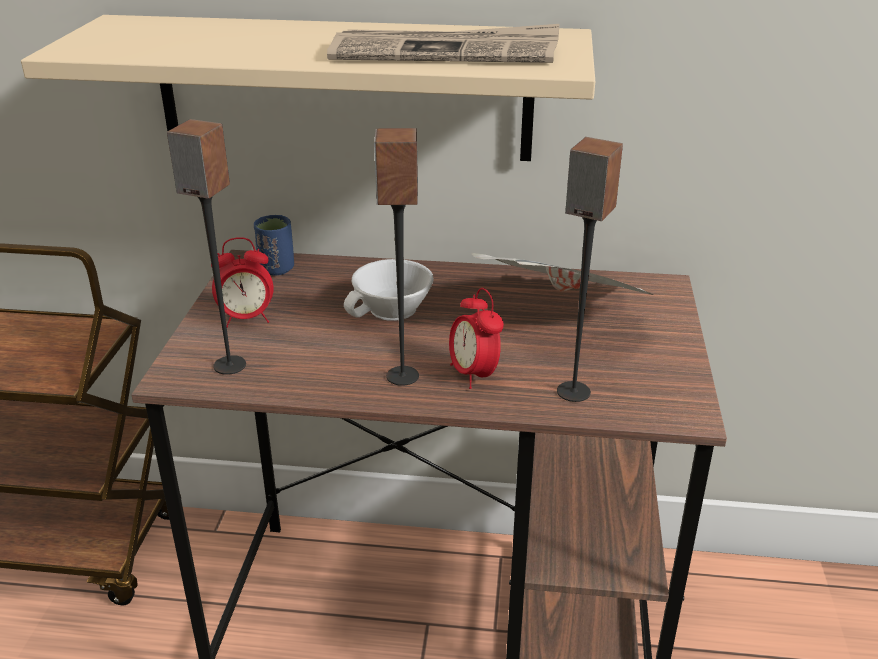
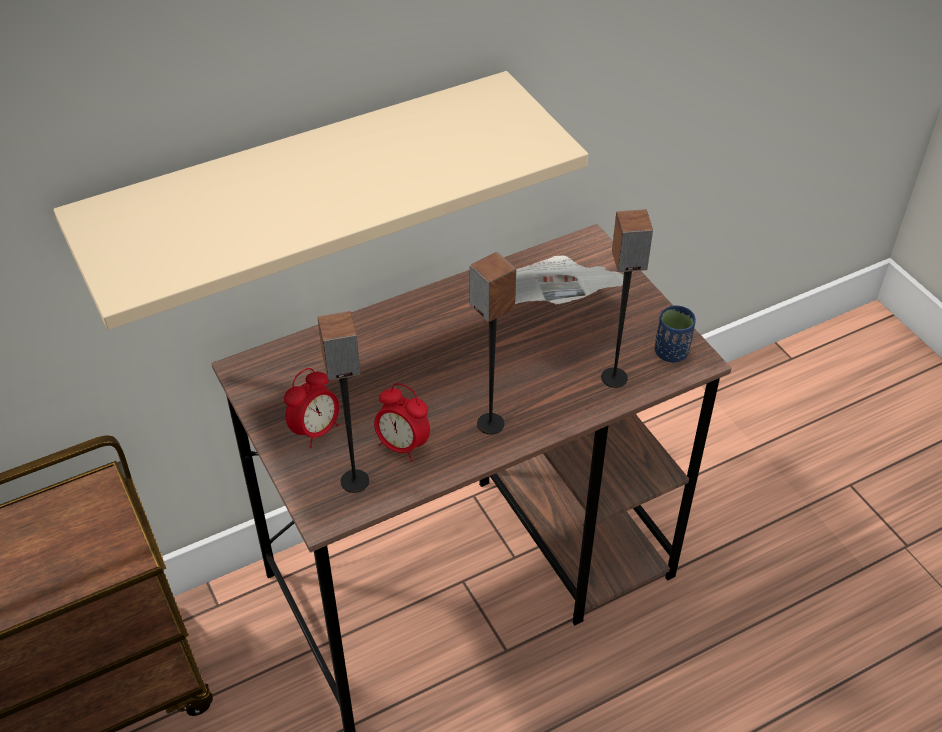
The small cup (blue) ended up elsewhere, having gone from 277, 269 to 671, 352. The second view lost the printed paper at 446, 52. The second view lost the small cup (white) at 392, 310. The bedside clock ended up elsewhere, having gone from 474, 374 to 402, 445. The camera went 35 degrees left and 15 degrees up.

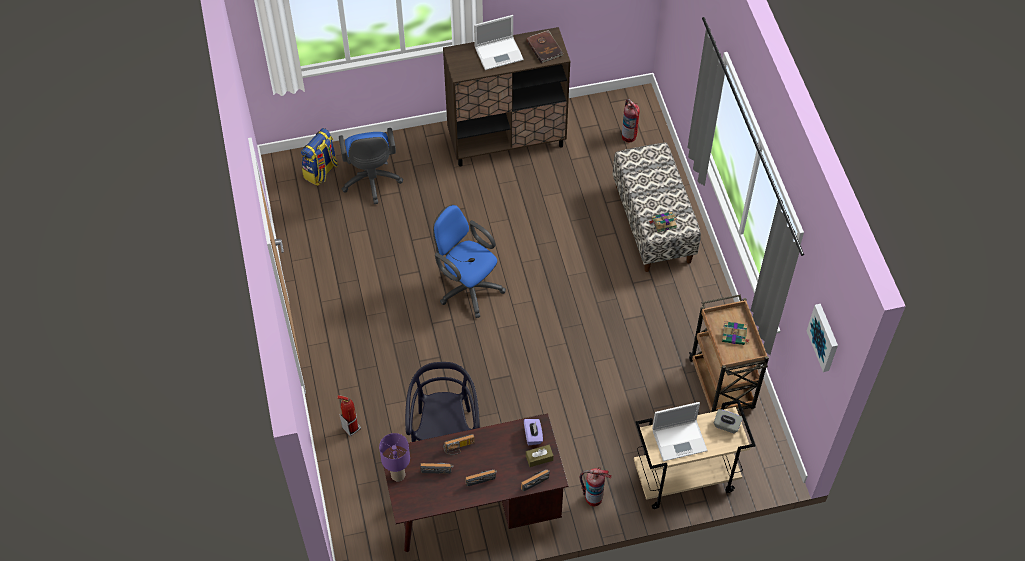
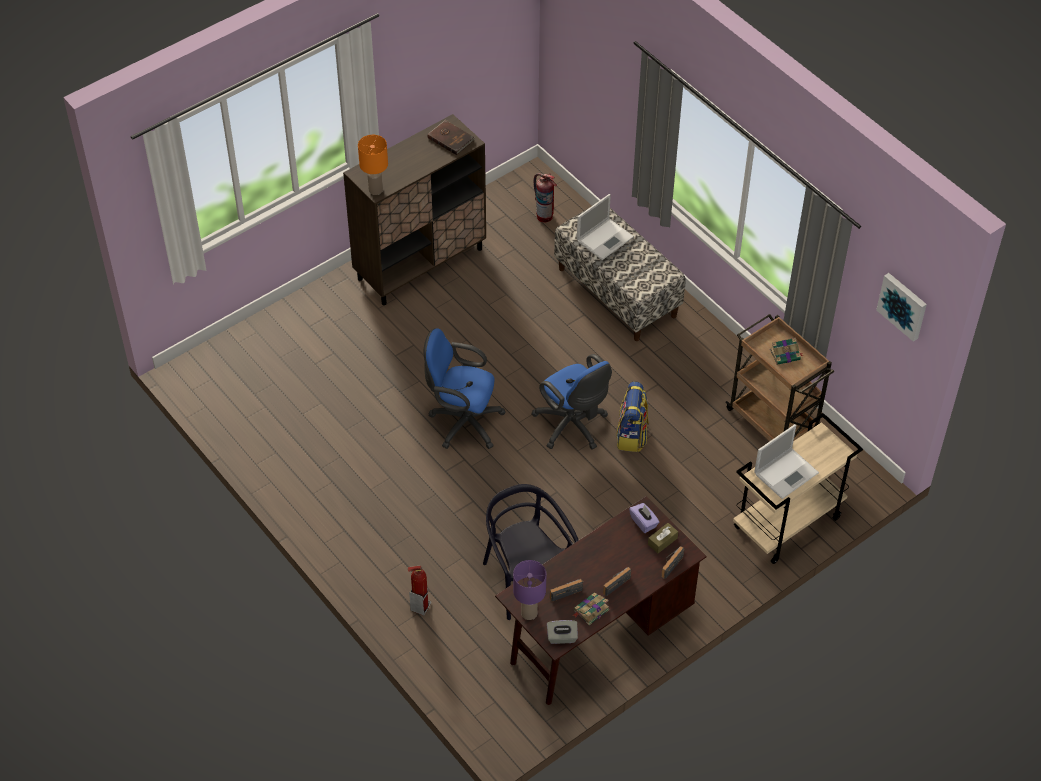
The rucksack ended up elsewhere, having gone from 321, 172 to 632, 435. The office chair (blue) ended up elsewhere, having gone from 371, 182 to 573, 427. The second view lost the radio set at 459, 448. The portable computer ended up elsewhere, having gone from 499, 53 to 605, 238. The second view lost the fire-fighting cylinder at 593, 498. The book ended up elsewhere, having gone from 663, 223 to 590, 610. The tissue box (gray) ended up elsewhere, having gone from 726, 425 to 562, 637. The second view gained the table lamp (orange) at 376, 189. The camera went 25 degrees left and 5 degrees down.

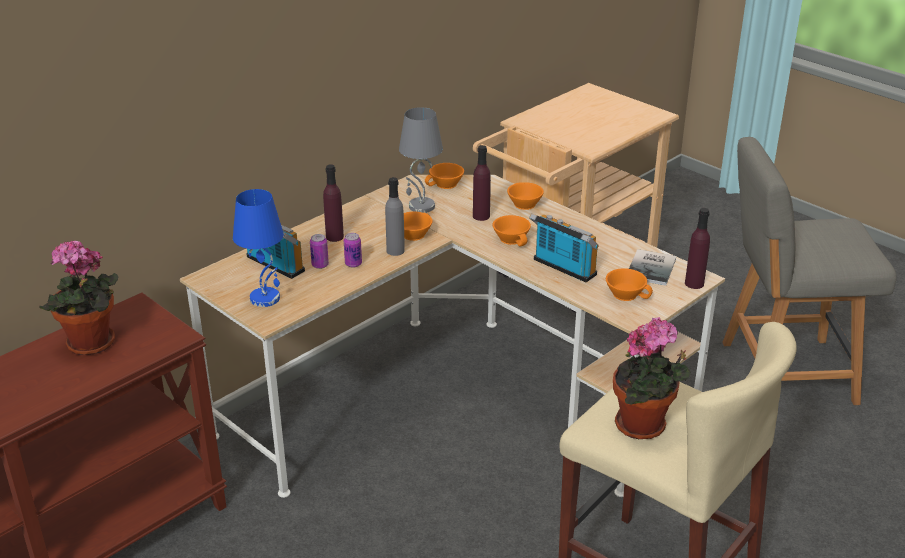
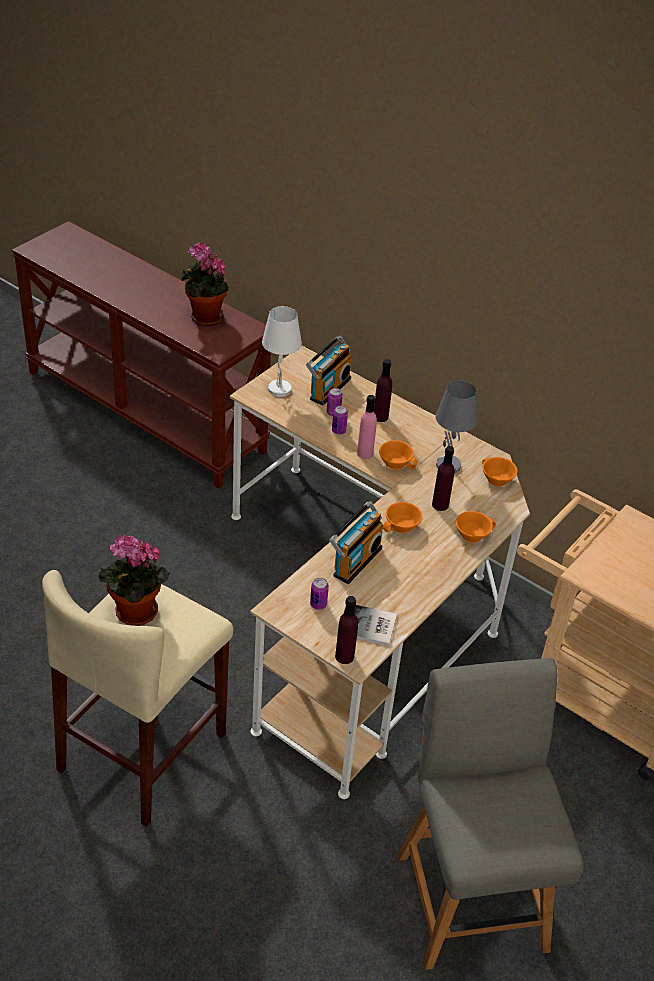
What was the table lamp (blue) at 266, 298 turned into the table lamp (white) at 280, 390. What was the beverage bottle (gray) at 395, 251 turned into the beverage bottle (pink) at 365, 453. Where the small cup (orange) stood at 626, 294, the metal can came to stand at 318, 604. The camera went 80 degrees right and 10 degrees up.

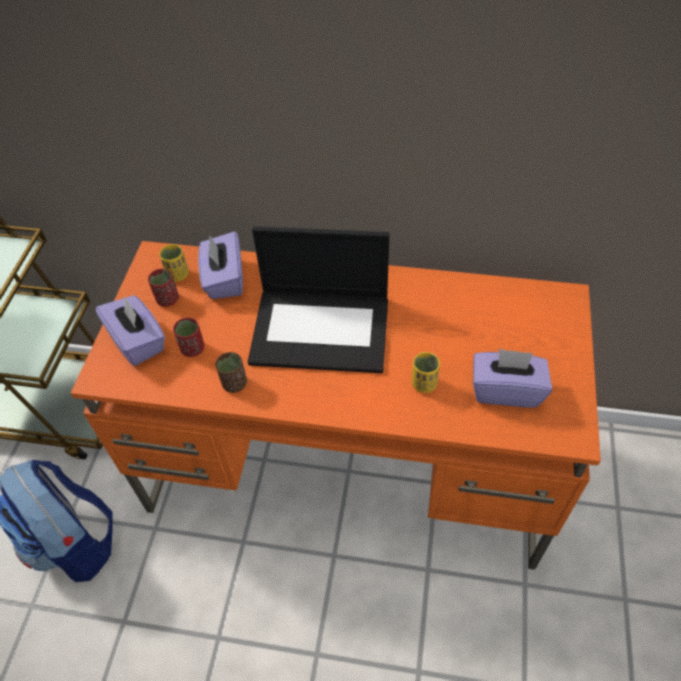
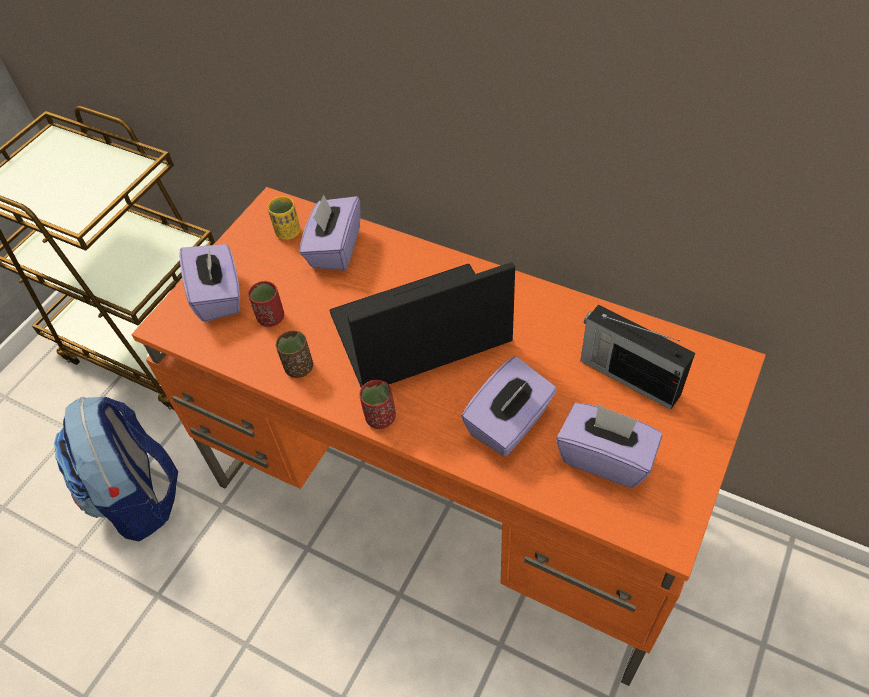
The small cup (red-coloured) ended up elsewhere, having gone from 167, 299 to 380, 417. The portable computer at 322, 329 ended up facing another way, 135 degrees clockwise from before. Where the small cup (yellowish) stood at 424, 384, the tissue box (purple-coloured) came to stand at 509, 423. The second view gained the radio set at 628, 376. The camera went 20 degrees right and 0 degrees up.

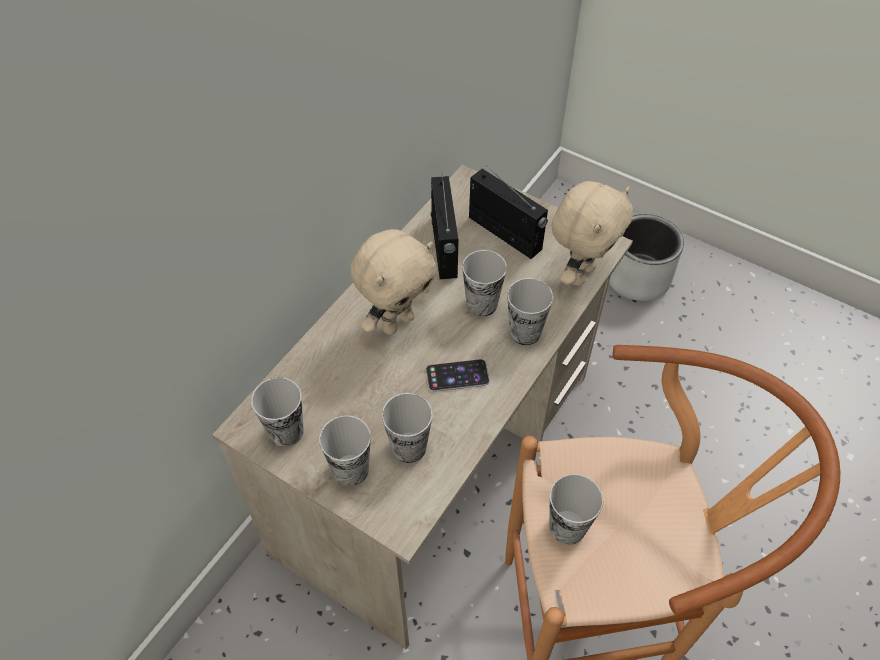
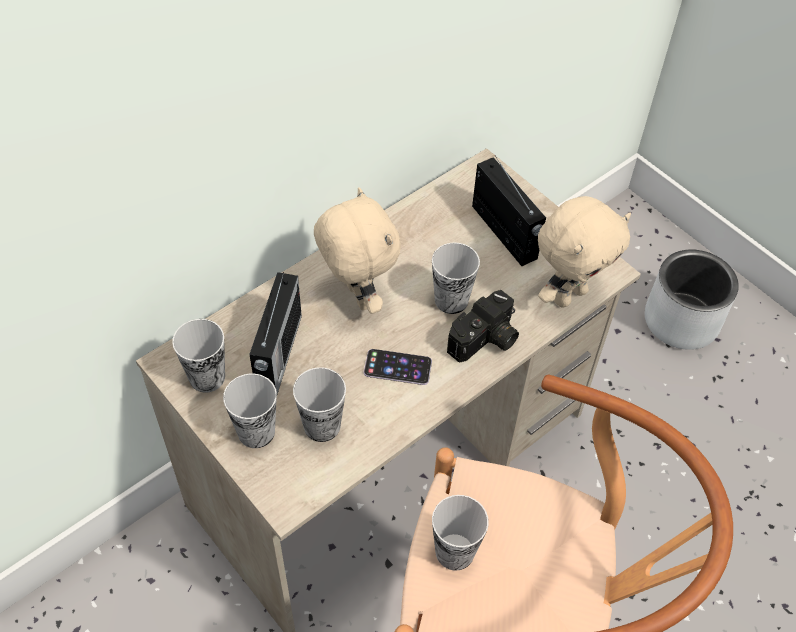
The plush toy (beige) at 397, 322 ended up facing another way, 90 degrees counterclockwise from before. The radio set ended up elsewhere, having gone from 443, 248 to 278, 355. Where the small cup stood at 525, 332, the still camera came to stand at 485, 341. The camera went 15 degrees right and 0 degrees up.

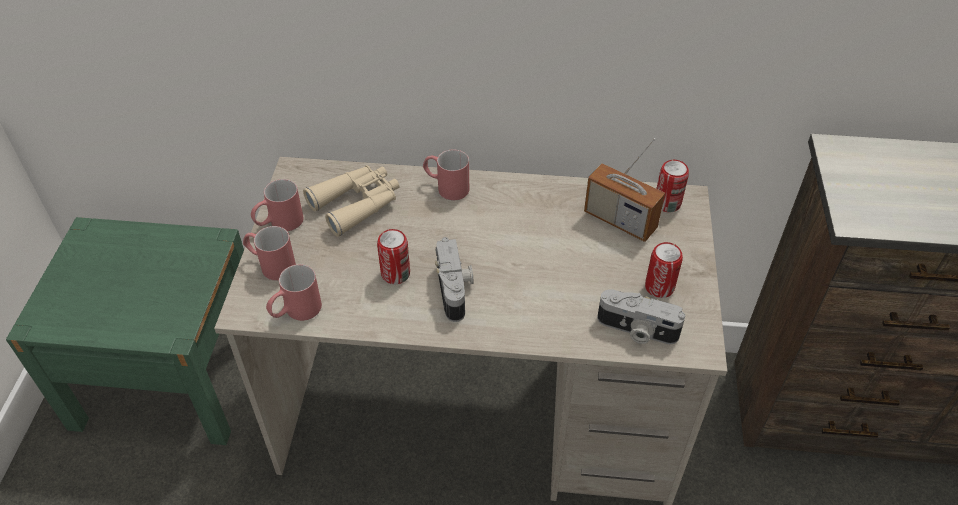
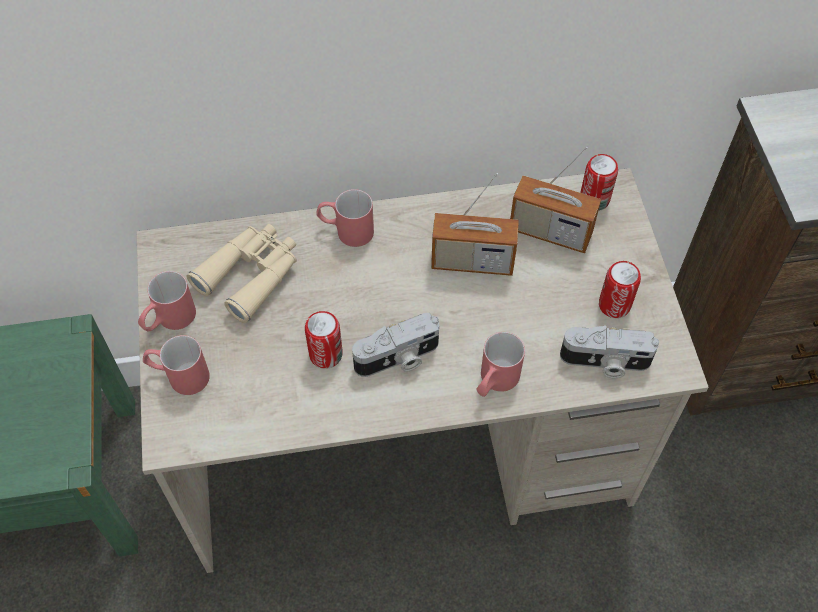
The coffee mug (red-coloured) ended up elsewhere, having gone from 296, 312 to 494, 382. The still camera at 455, 289 ended up facing another way, 90 degrees clockwise from before. The second view gained the radio set at 472, 262. The camera went 15 degrees left and 10 degrees up.

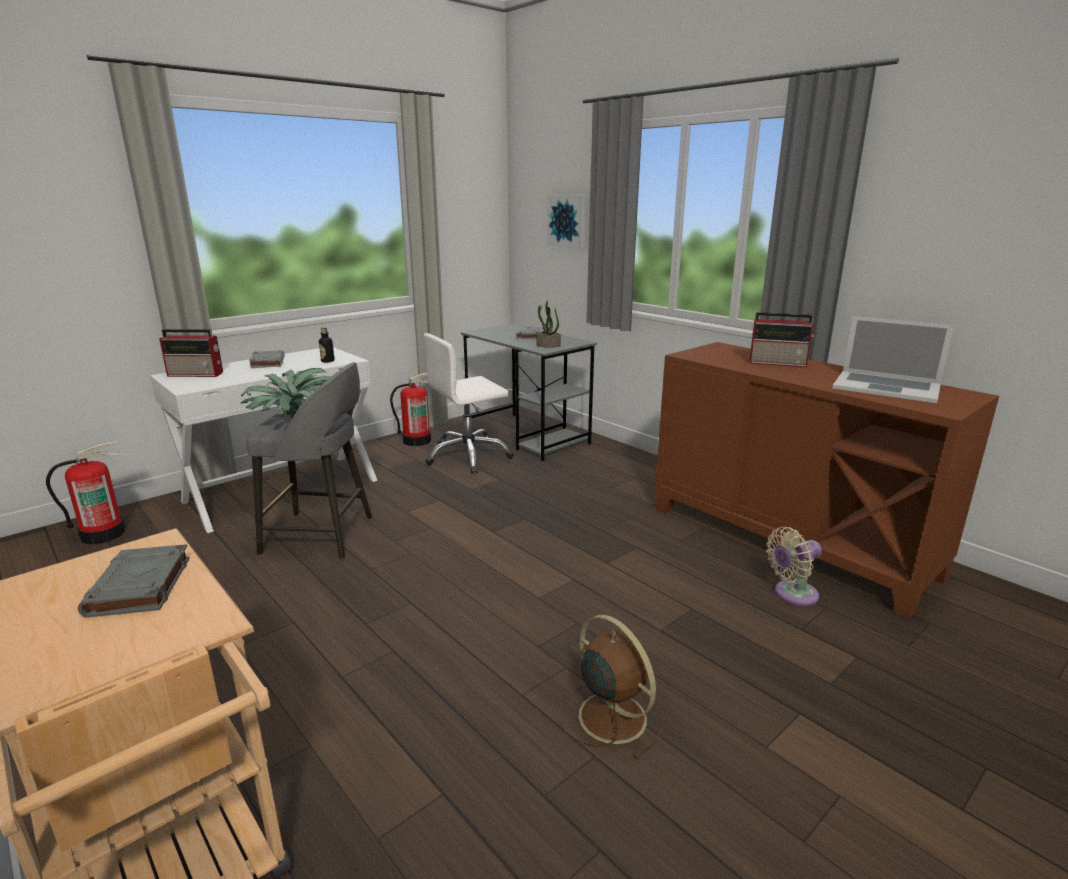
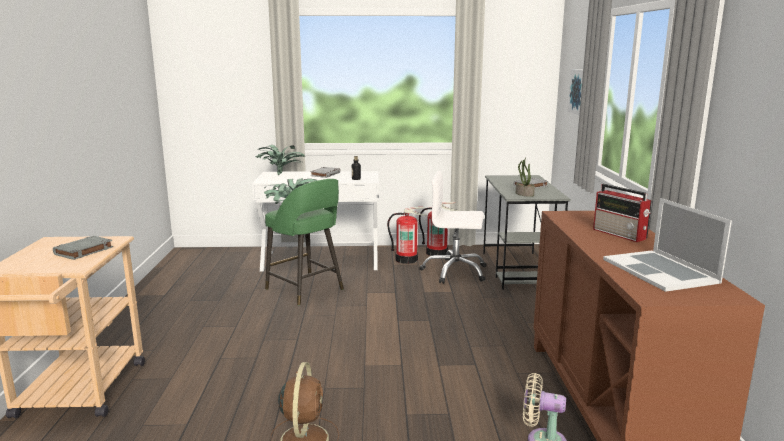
The fire-fighting cylinder ended up elsewhere, having gone from 103, 534 to 406, 259. Where the radio set stood at 197, 374, the plant in a pot came to stand at 281, 175. What was the sitting stool (gray) at 321, 535 turned into the sitting stool (greenish) at 306, 290. The camera went 40 degrees right and 5 degrees down.

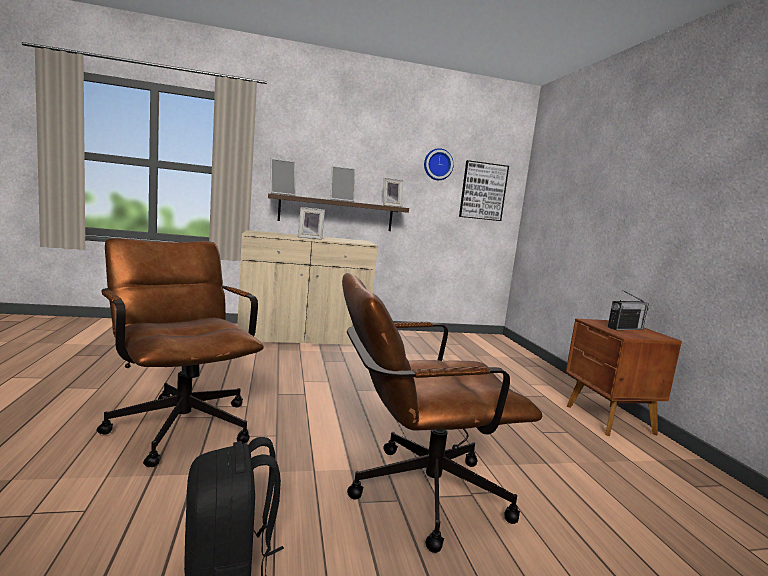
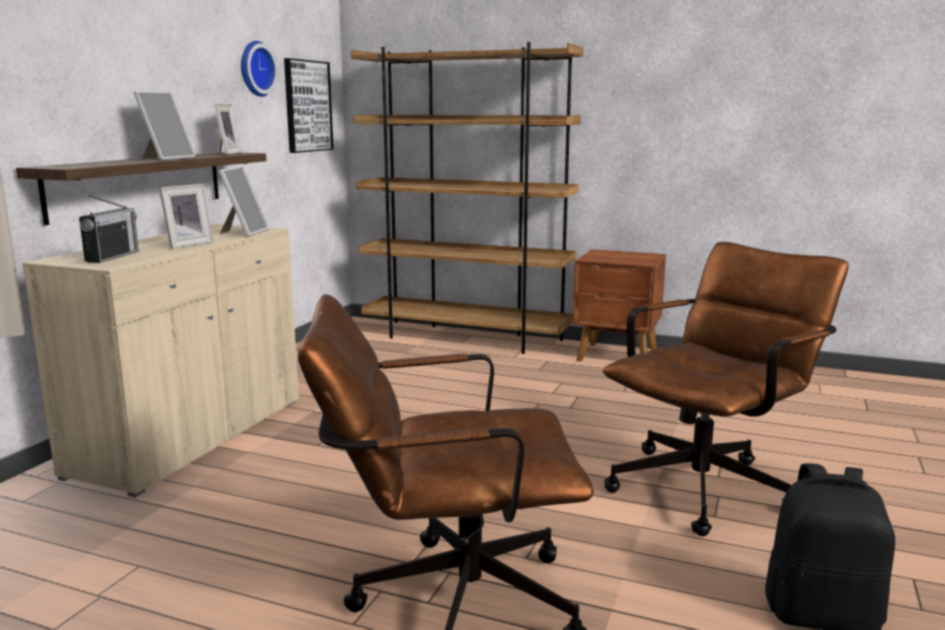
The standing frame ended up elsewhere, having gone from 281, 194 to 244, 232. The office chair (brownish) at 415, 493 ended up facing another way, 150 degrees counterclockwise from before. The radio set ended up elsewhere, having gone from 625, 328 to 112, 256. The second view gained the bookshelf (brownish) at 466, 338. The camera went 55 degrees left and 5 degrees up.

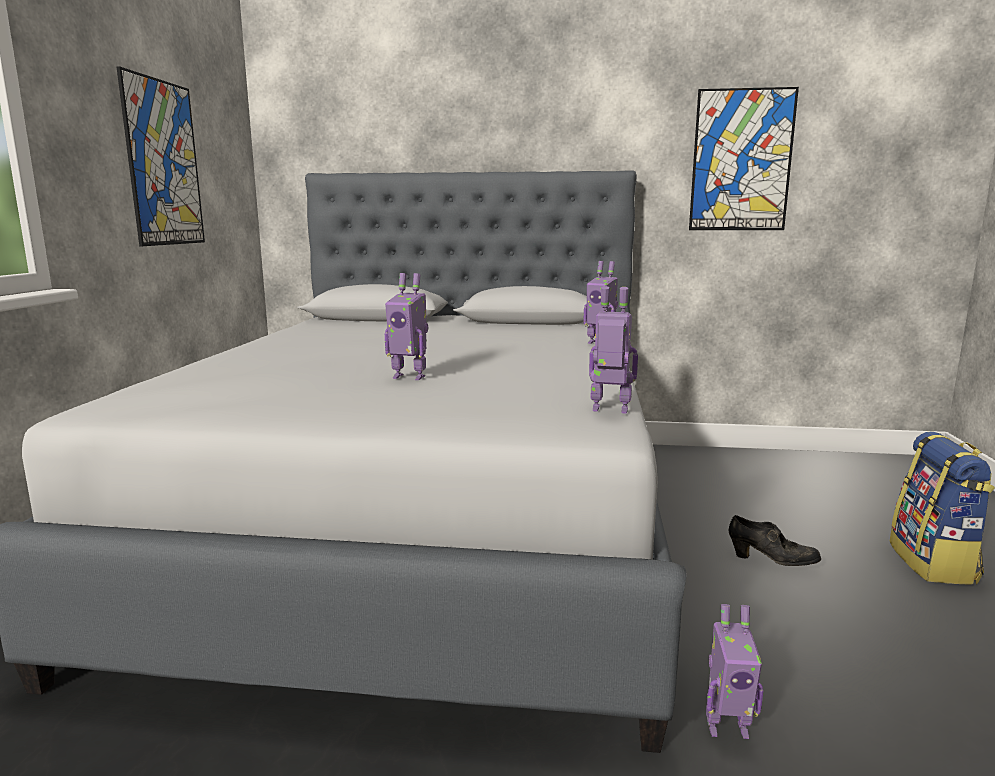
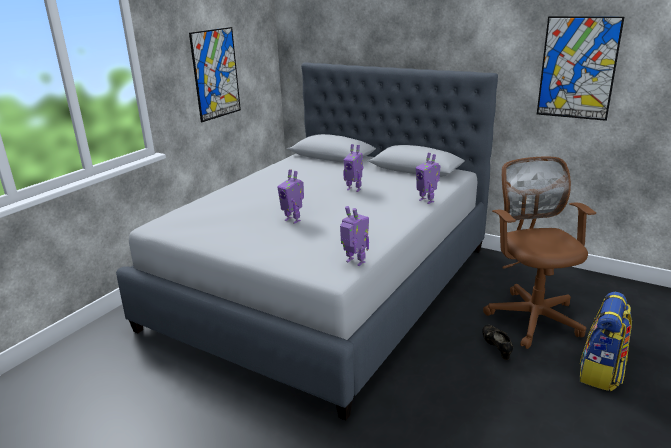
The model robot ended up elsewhere, having gone from 726, 727 to 354, 189. The shoe (blackish) at 771, 562 ended up facing another way, 150 degrees counterclockwise from before. The second view gained the office chair (brownish) at 532, 316. The camera went 25 degrees right and 10 degrees up.

